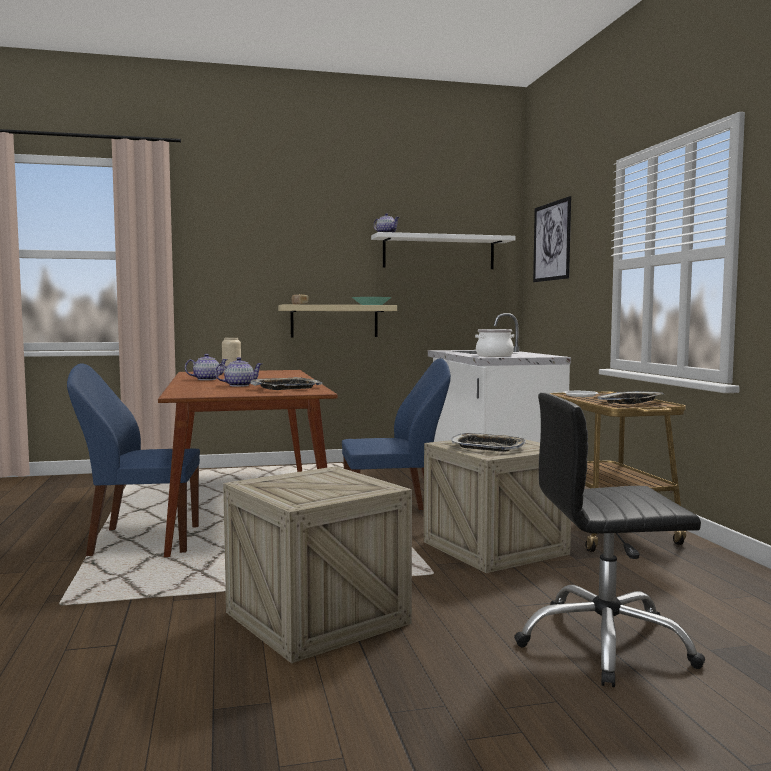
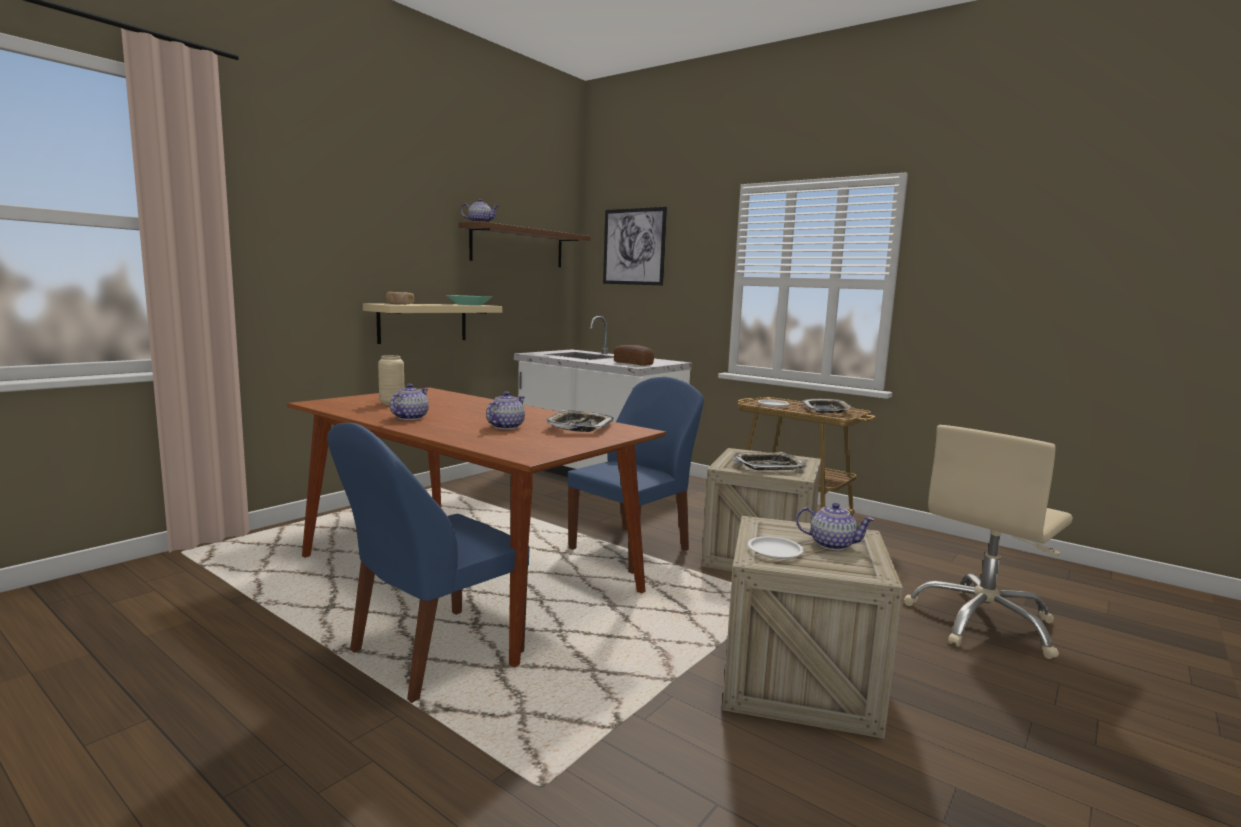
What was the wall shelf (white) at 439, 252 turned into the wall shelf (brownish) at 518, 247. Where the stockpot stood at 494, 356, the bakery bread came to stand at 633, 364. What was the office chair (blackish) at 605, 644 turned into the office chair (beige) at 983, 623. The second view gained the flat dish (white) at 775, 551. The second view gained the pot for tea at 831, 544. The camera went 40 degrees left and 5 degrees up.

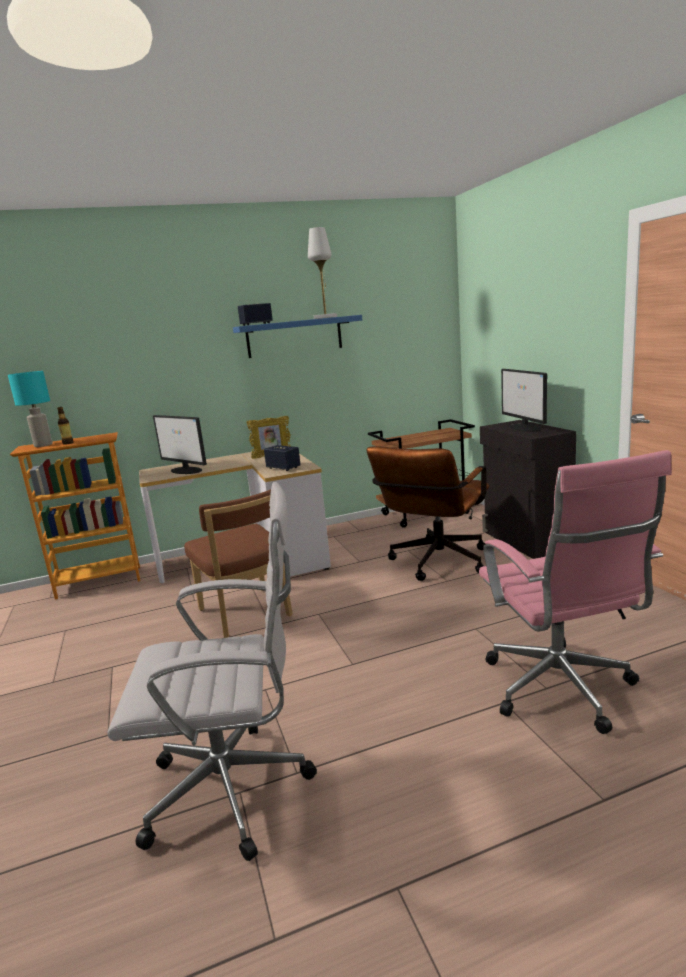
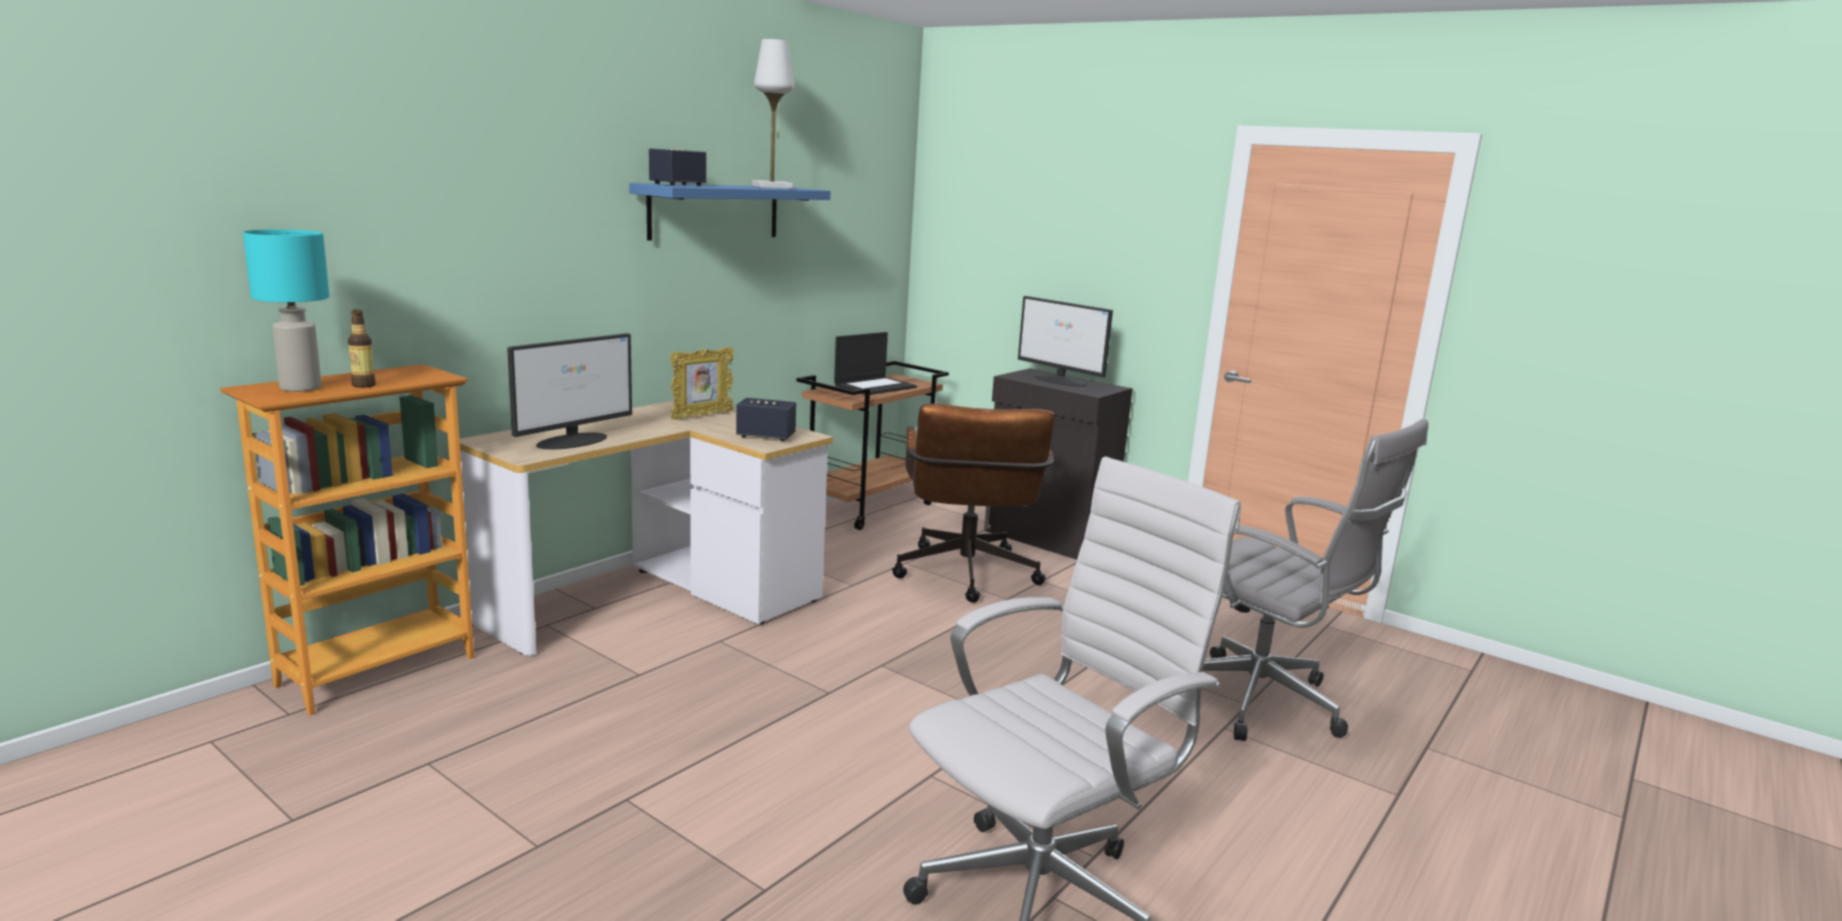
The computer screen at 186, 470 ended up facing another way, 60 degrees counterclockwise from before. The second view lost the plain chair (brownish) at 247, 615. What was the office chair (pink) at 561, 690 turned into the office chair (gray) at 1263, 704. The second view gained the portable computer at 875, 386. The camera went 35 degrees left and 0 degrees up.

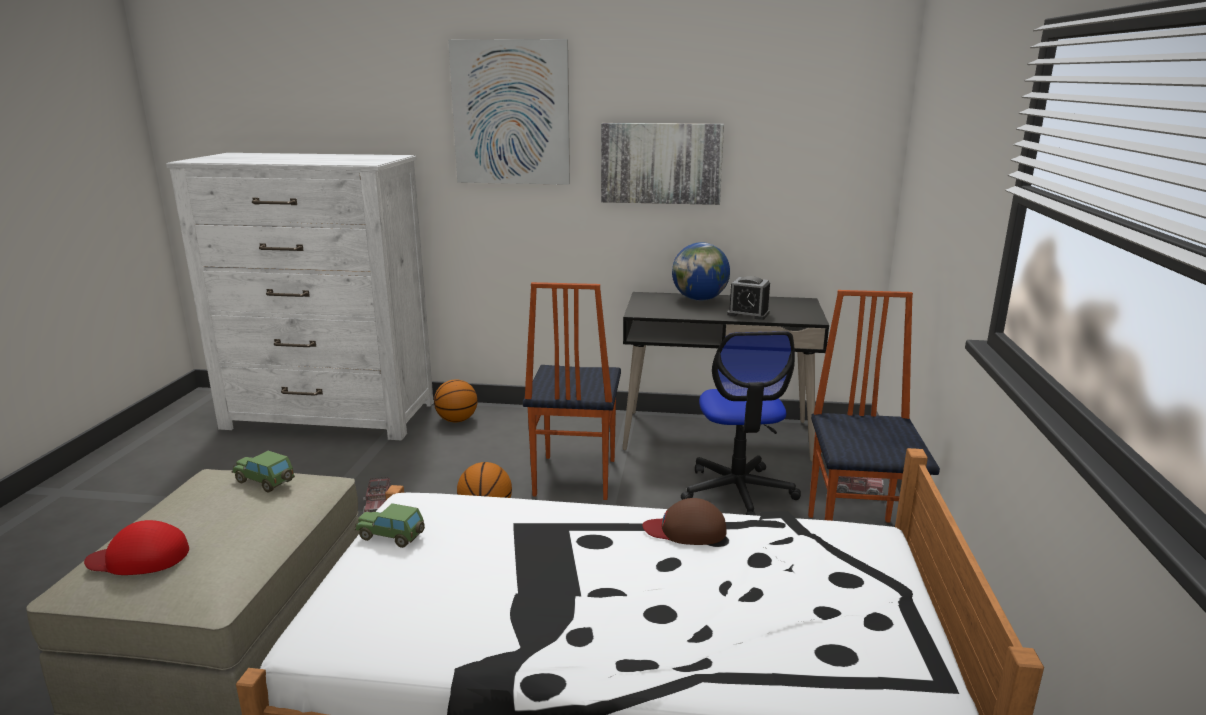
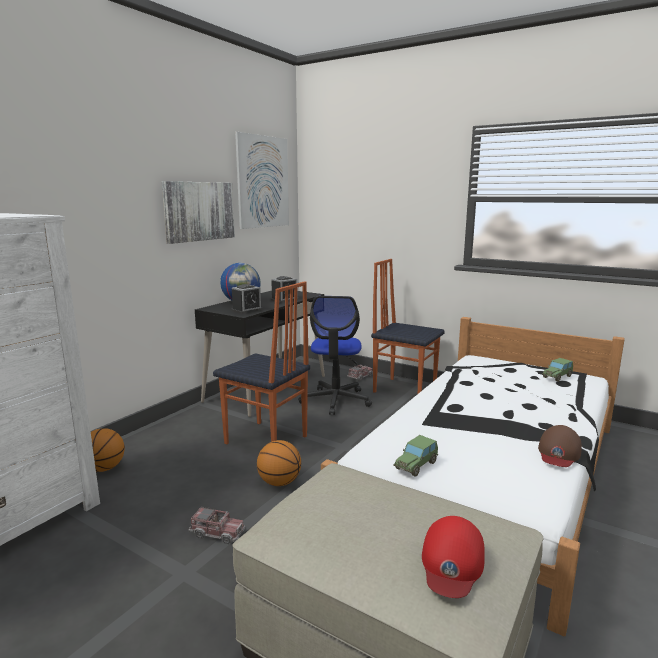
The model car ended up elsewhere, having gone from 265, 482 to 557, 377. The wall art ended up elsewhere, having gone from 511, 113 to 263, 182. The cap (brownish) ended up elsewhere, having gone from 686, 530 to 558, 452. The office chair at 738, 492 ended up facing another way, 75 degrees clockwise from before. The second view gained the bedside clock at 247, 310. The camera went 65 degrees left and 5 degrees down.

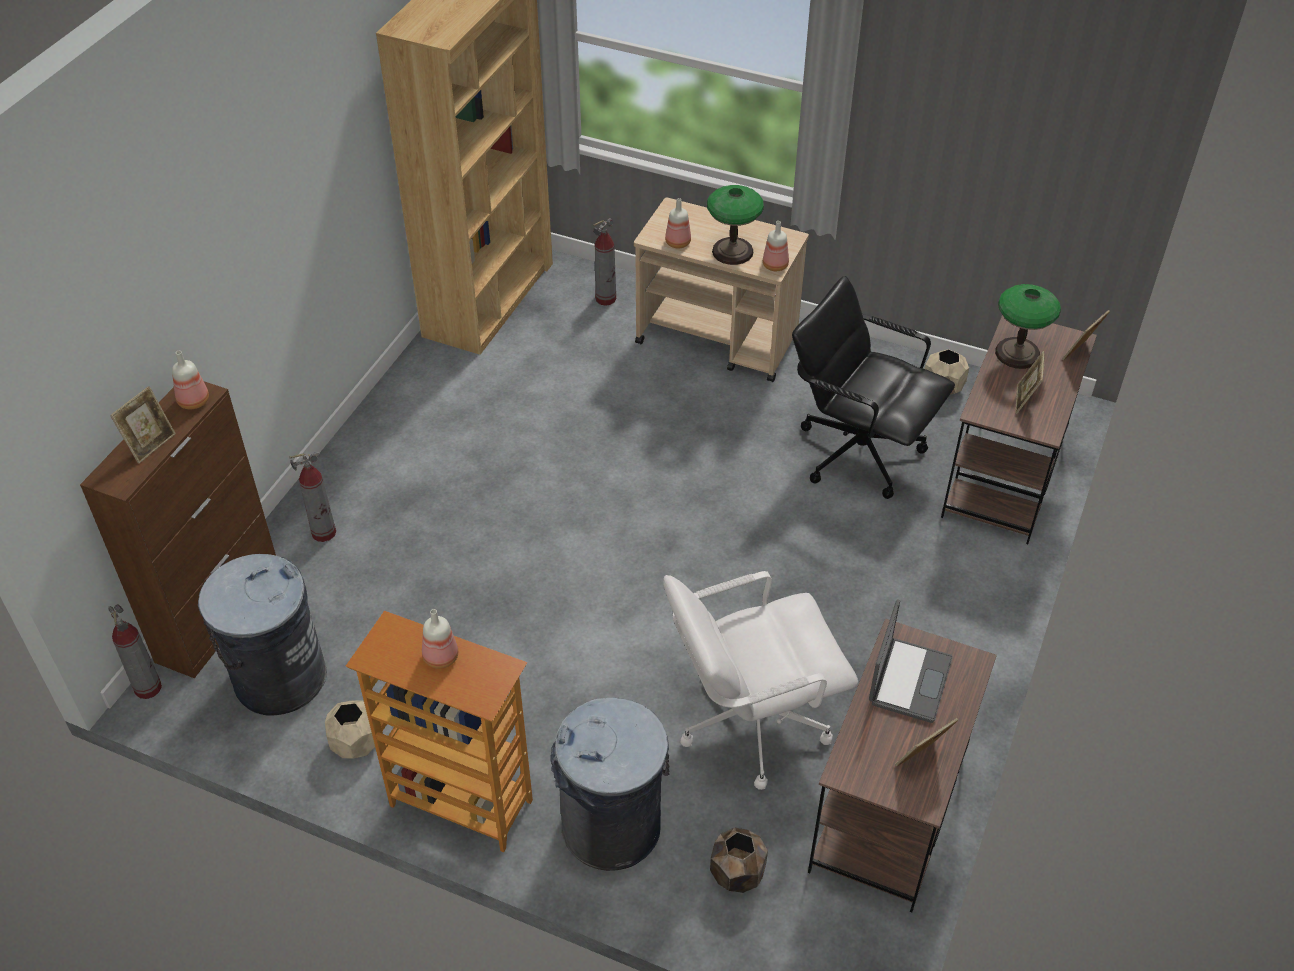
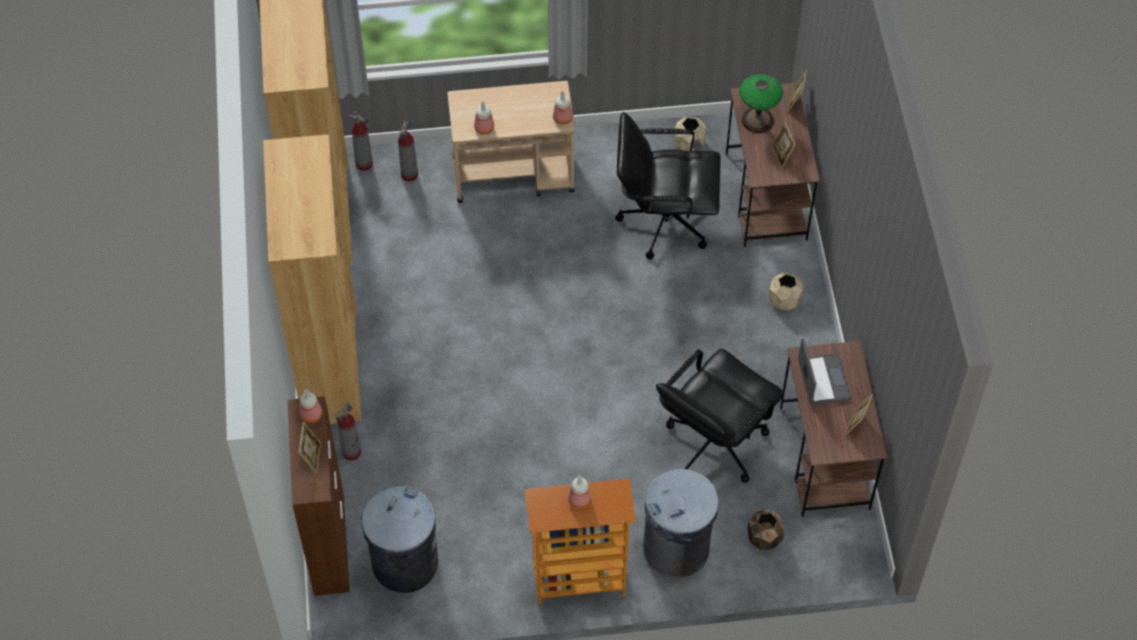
The fire-fighting cylinder ended up elsewhere, having gone from 148, 688 to 364, 164. The planter (beige) ended up elsewhere, having gone from 355, 743 to 784, 300. What was the office chair (white) at 751, 722 turned into the office chair (blackish) at 714, 443. The second view lost the table lamp at 733, 251. The second view gained the bookshelf (brownish) at 330, 365. The camera went 30 degrees left and 10 degrees up.

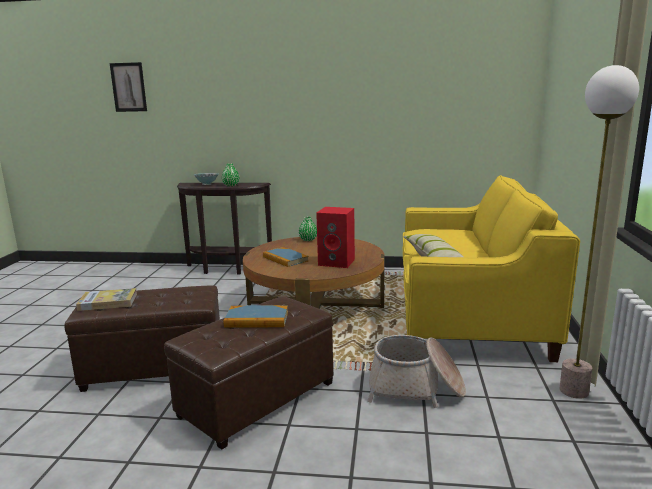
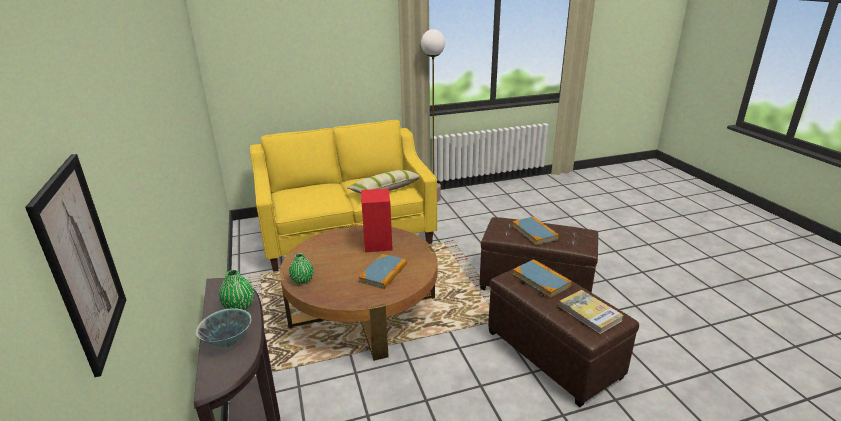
The second view lost the household basket at 415, 388. The second view gained the book at 541, 280. The camera went 115 degrees left and 10 degrees up.

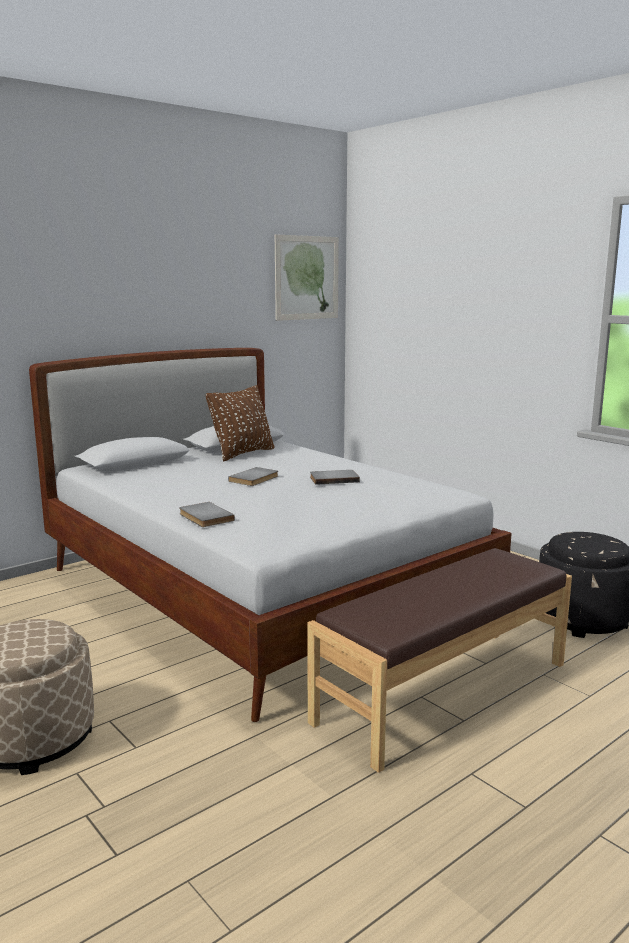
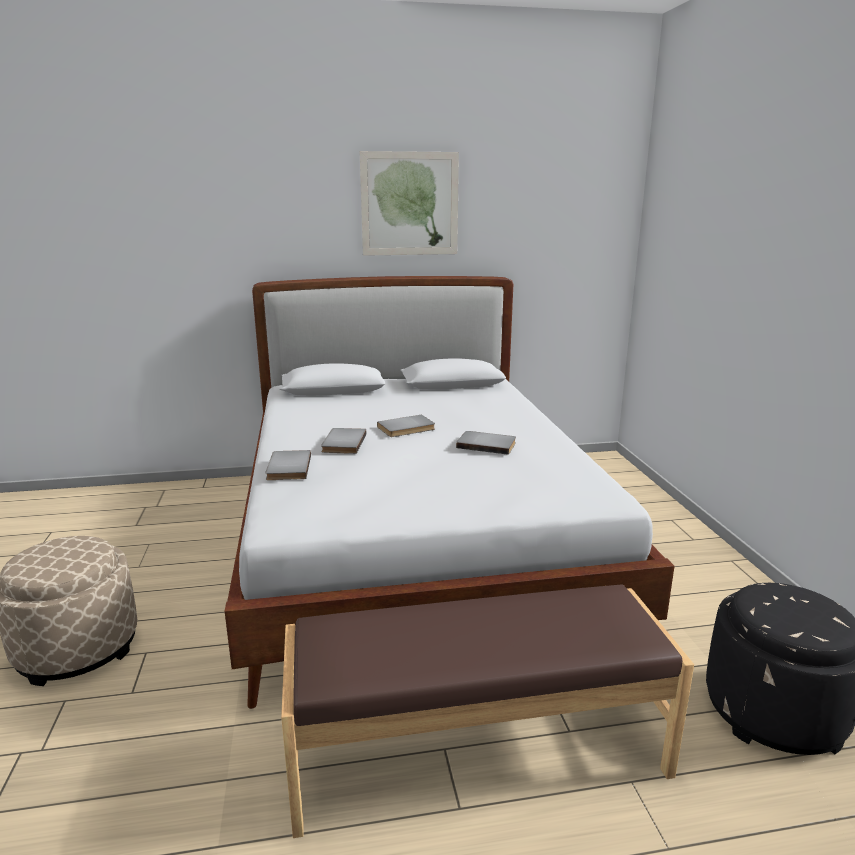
The second view lost the throw pillow (brownish) at 242, 453. The wall art ended up elsewhere, having gone from 307, 278 to 410, 204. The second view gained the book (gray) at 342, 443. The camera went 30 degrees right and 5 degrees up.

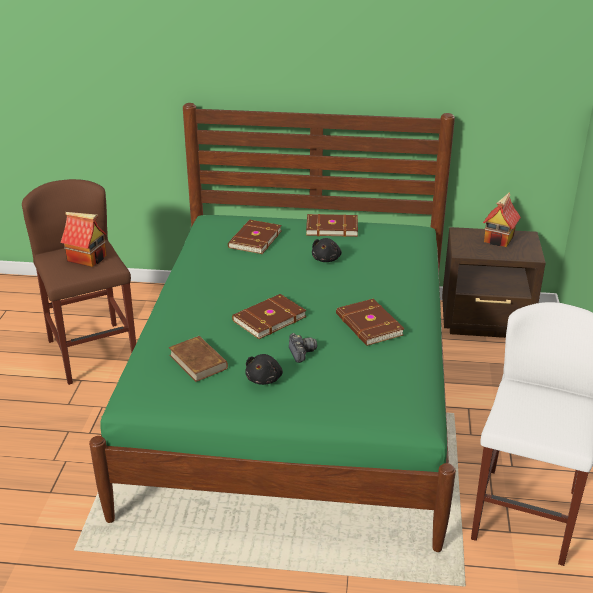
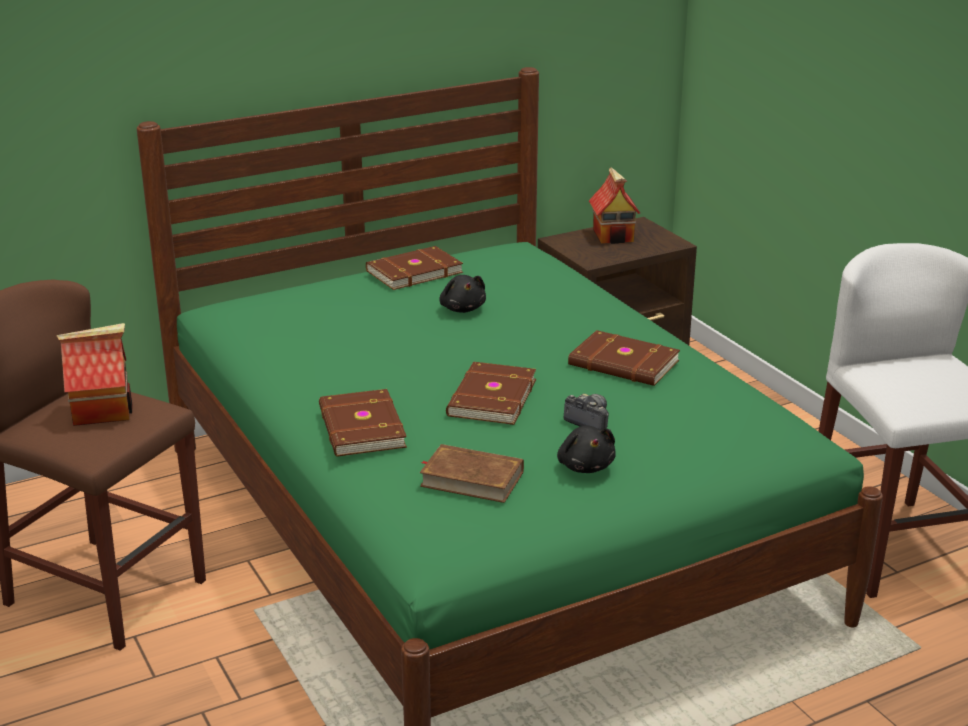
The book (brownish) ended up elsewhere, having gone from 254, 239 to 360, 428. The camera went 35 degrees left and 5 degrees down.

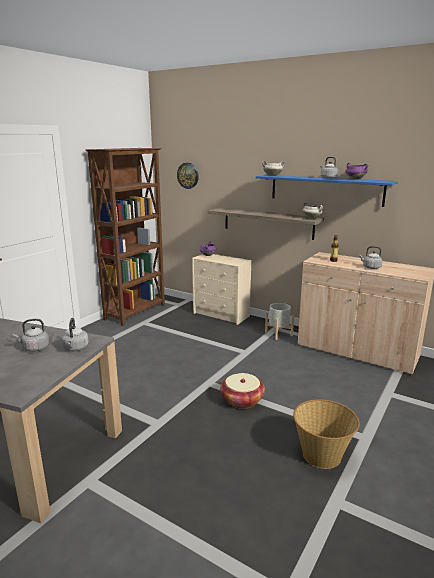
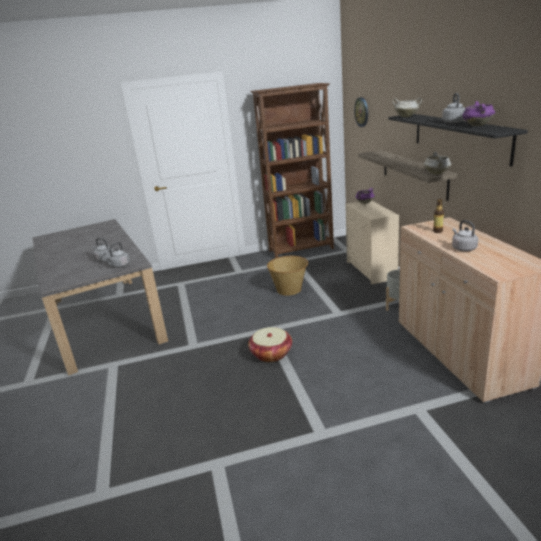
What was the wall shelf (blue) at 325, 190 turned into the wall shelf (blackish) at 459, 136. The household basket ended up elsewhere, having gone from 322, 455 to 289, 289. The camera went 45 degrees right and 5 degrees up.

